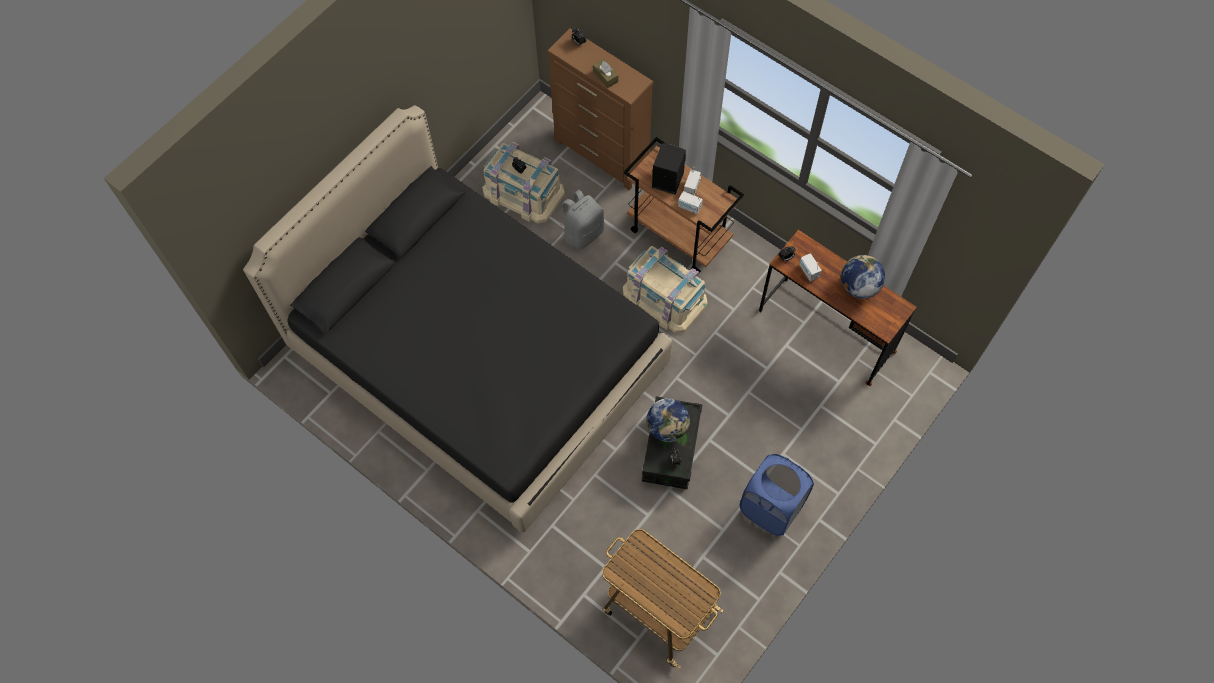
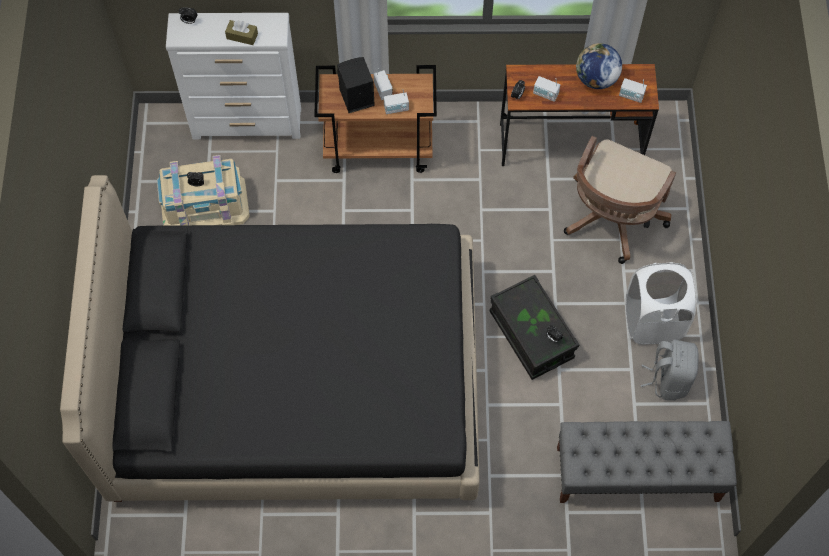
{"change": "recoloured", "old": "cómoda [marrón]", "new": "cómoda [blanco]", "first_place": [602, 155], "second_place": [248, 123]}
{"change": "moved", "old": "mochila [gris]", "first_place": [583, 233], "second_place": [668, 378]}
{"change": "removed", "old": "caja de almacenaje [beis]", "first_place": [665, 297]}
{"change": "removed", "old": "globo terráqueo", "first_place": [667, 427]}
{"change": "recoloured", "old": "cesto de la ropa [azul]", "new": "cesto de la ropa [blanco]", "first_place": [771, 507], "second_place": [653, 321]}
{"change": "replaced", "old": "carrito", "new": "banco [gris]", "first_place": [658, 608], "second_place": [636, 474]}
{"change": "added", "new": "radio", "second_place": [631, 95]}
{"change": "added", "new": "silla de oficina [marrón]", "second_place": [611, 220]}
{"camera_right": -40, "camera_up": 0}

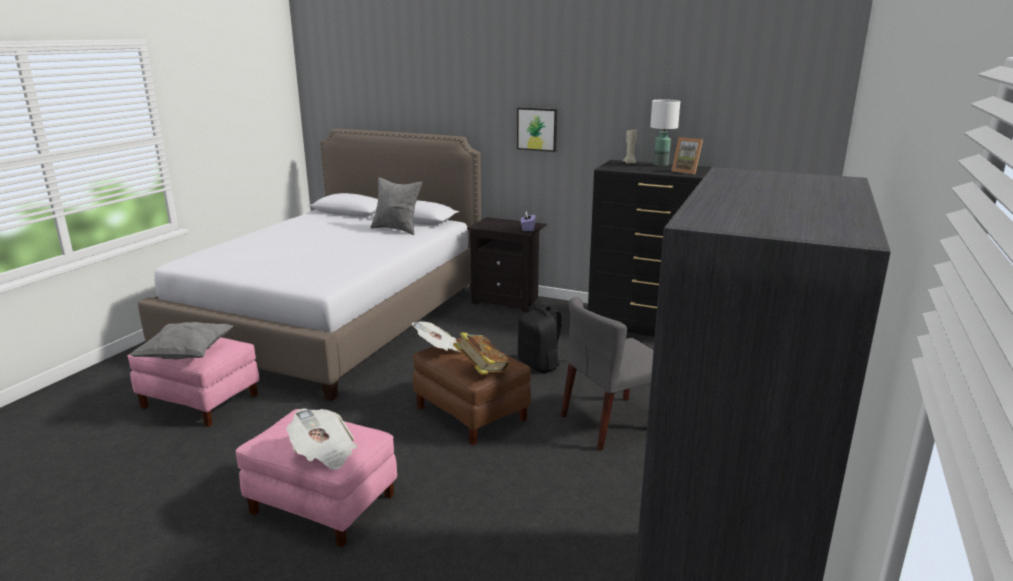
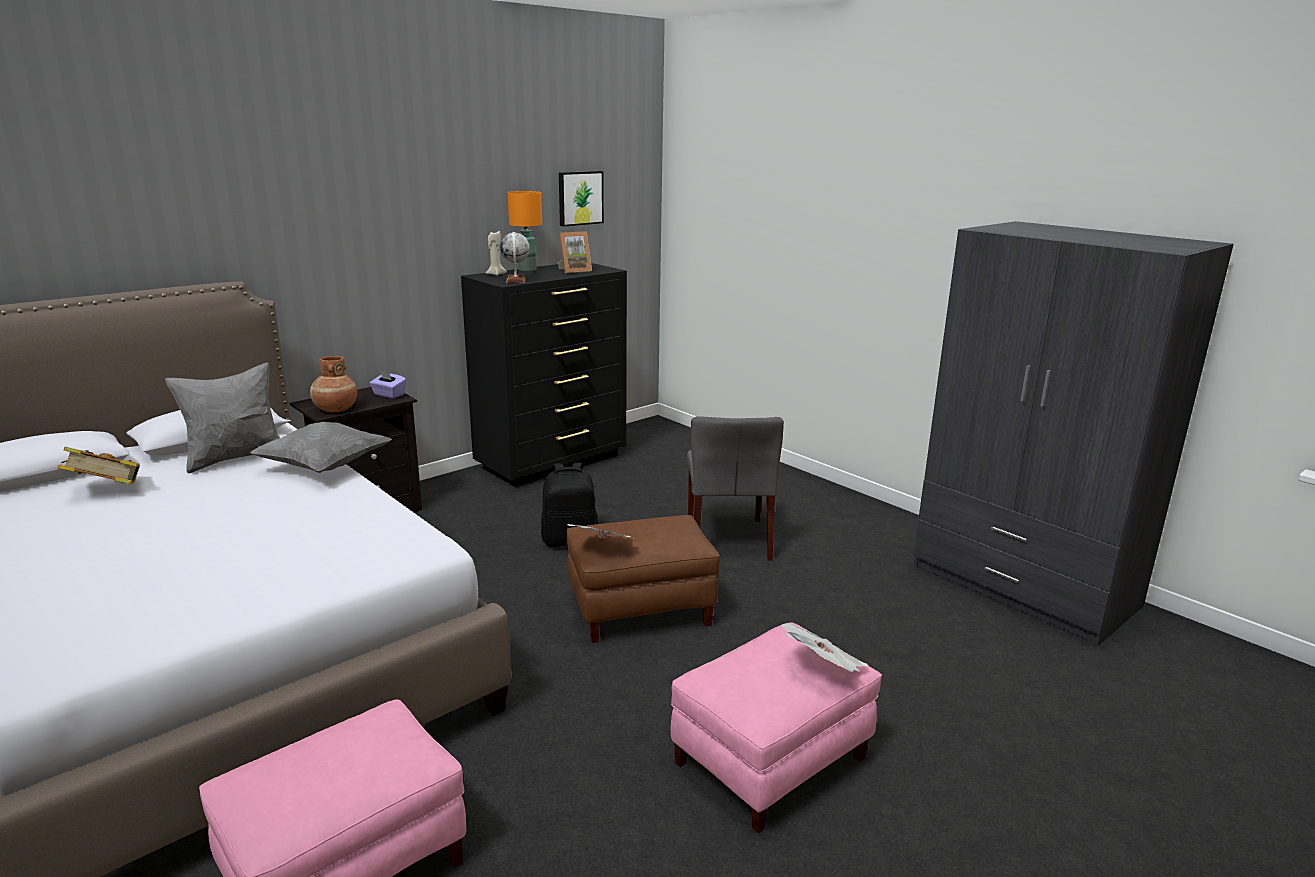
{"change": "recoloured", "old": "lámpara de mesa [blanco]", "new": "lámpara de mesa [naranja]", "first_place": [660, 165], "second_place": [526, 270]}
{"change": "moved", "old": "cuadro", "first_place": [537, 129], "second_place": [580, 198]}
{"change": "moved", "old": "cojín [gris]", "first_place": [186, 355], "second_place": [324, 467]}
{"change": "moved", "old": "libro", "first_place": [481, 371], "second_place": [106, 492]}
{"change": "added", "new": "globo terráqueo", "second_place": [515, 280]}
{"change": "added", "new": "florero [marrón]", "second_place": [335, 409]}
{"camera_right": -65, "camera_up": 0}

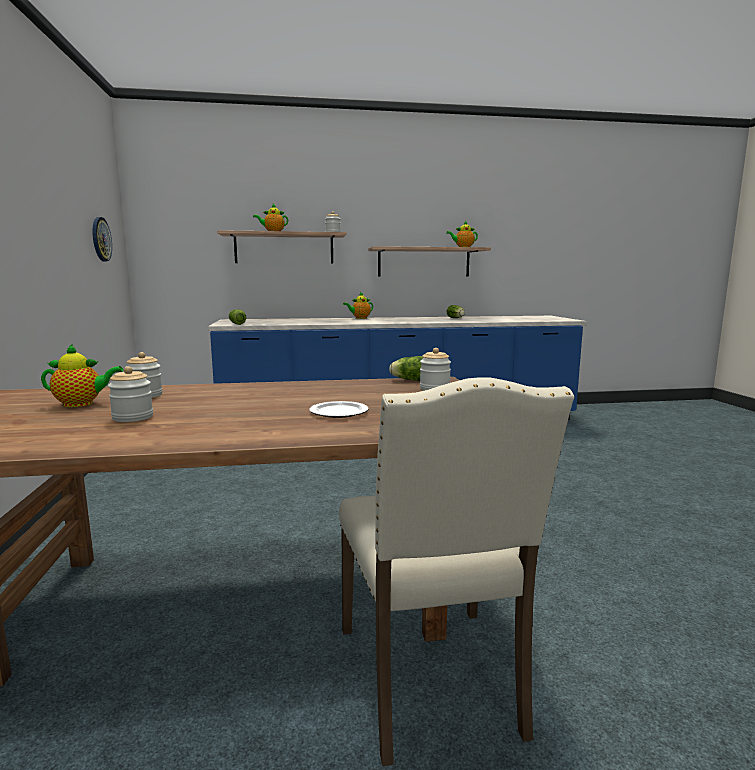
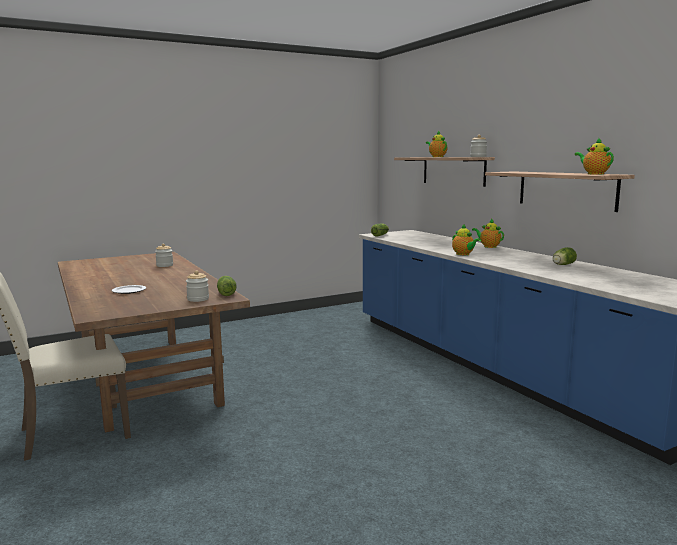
{"change": "removed", "old": "reloj de pared", "first_place": [101, 239]}
{"change": "moved", "old": "tetera", "first_place": [82, 404], "second_place": [464, 254]}
{"change": "removed", "old": "tarro", "first_place": [133, 417]}
{"camera_right": 70, "camera_up": 0}

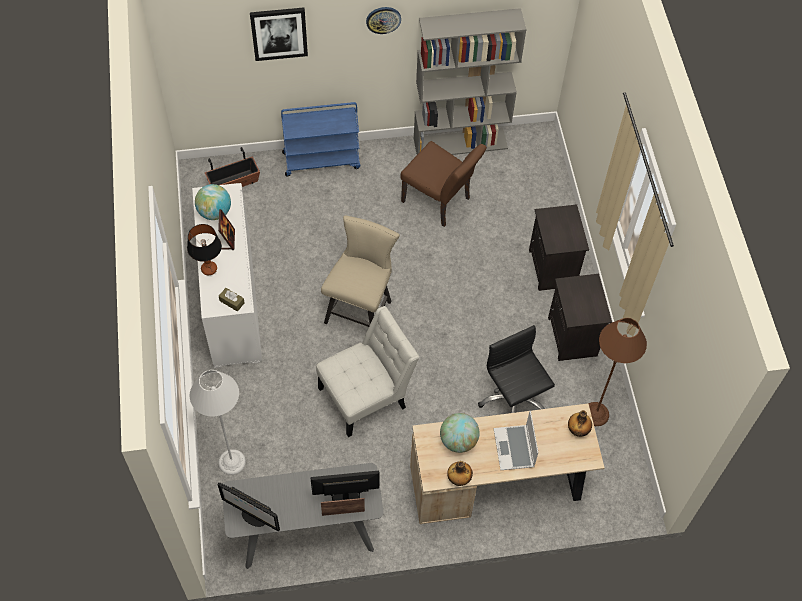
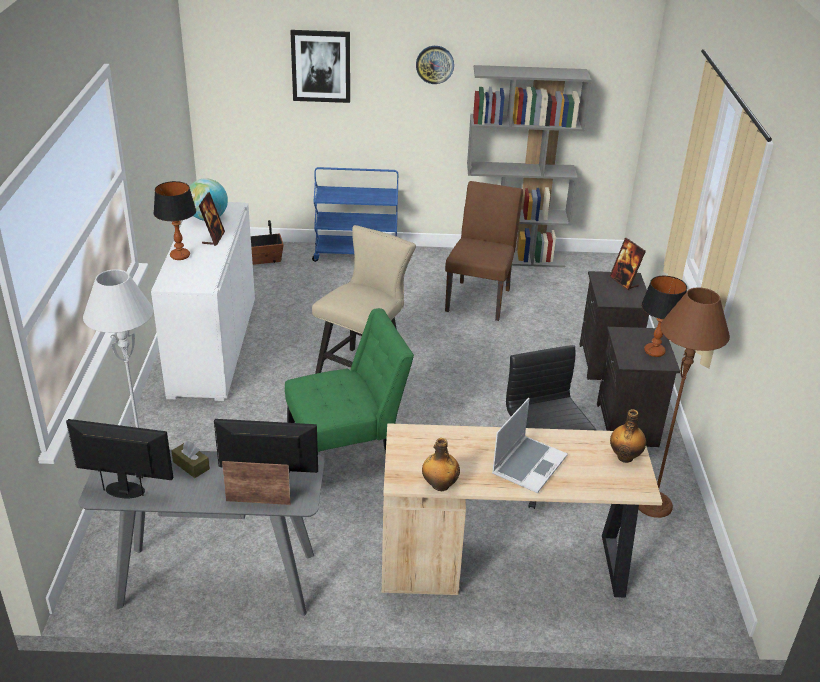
{"change": "turned", "old": "silla [marrón]", "first_place": [440, 202], "second_place": [480, 297], "degrees": -120}
{"change": "moved", "old": "caja de pañuelos [marrón]", "first_place": [232, 302], "second_place": [191, 465]}
{"change": "recoloured", "old": "silla [blanco]", "new": "silla [verde]", "first_place": [366, 395], "second_place": [347, 447]}
{"change": "turned", "old": "portátil", "first_place": [514, 449], "second_place": [528, 464], "degrees": -150}
{"change": "removed", "old": "globo terráqueo", "first_place": [458, 440]}
{"change": "turned", "old": "monitor", "first_place": [253, 517], "second_place": [126, 490], "degrees": 150}
{"change": "added", "new": "portarretratos", "second_place": [624, 282]}
{"change": "added", "new": "lámpara de mesa", "second_place": [654, 352]}
{"camera_right": 10, "camera_up": -25}

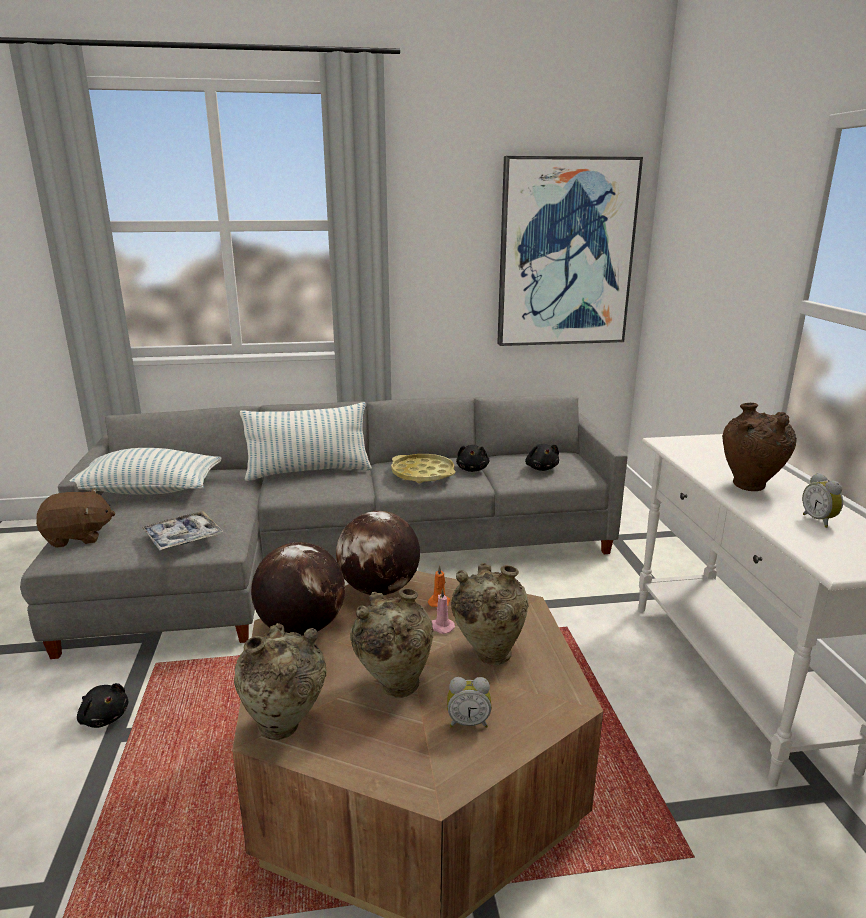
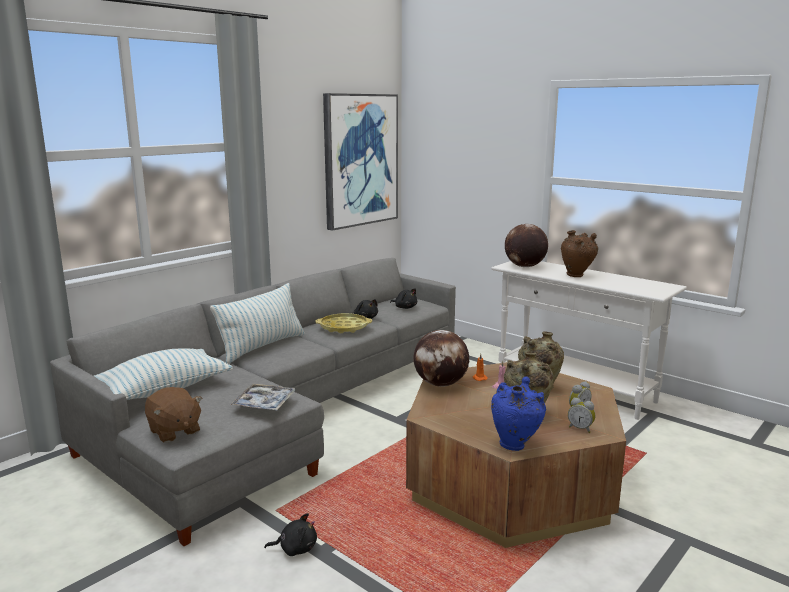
{"change": "moved", "old": "despertador", "first_place": [819, 520], "second_place": [580, 428]}
{"change": "turned", "old": "peluche [marrón]", "first_place": [78, 537], "second_place": [174, 431], "degrees": 105}
{"change": "moved", "old": "globo terráqueo", "first_place": [301, 628], "second_place": [524, 266]}
{"change": "recoloured", "old": "florero [beis]", "new": "florero [azul]", "first_place": [285, 728], "second_place": [515, 445]}
{"camera_right": -40, "camera_up": -5}

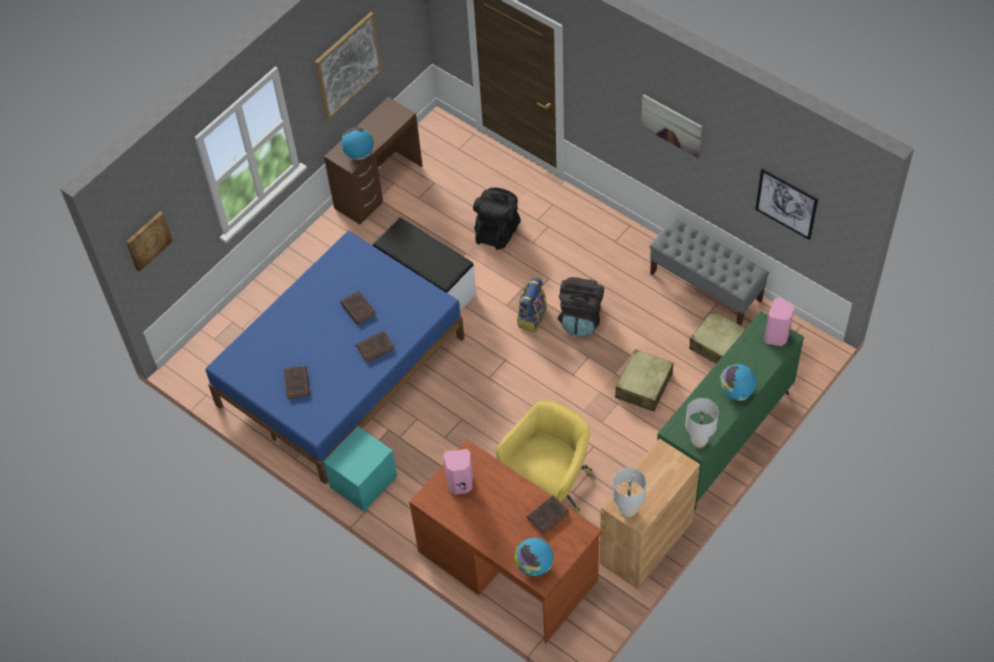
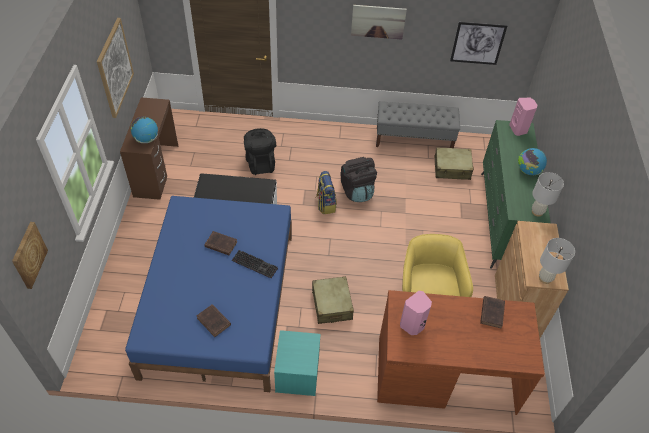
{"change": "replaced", "old": "libro [marrón]", "new": "teclado", "first_place": [376, 347], "second_place": [256, 264]}
{"change": "moved", "old": "maleta [beis]", "first_place": [643, 386], "second_place": [331, 305]}
{"change": "removed", "old": "globo terráqueo", "first_place": [534, 565]}
{"camera_right": -40, "camera_up": -5}

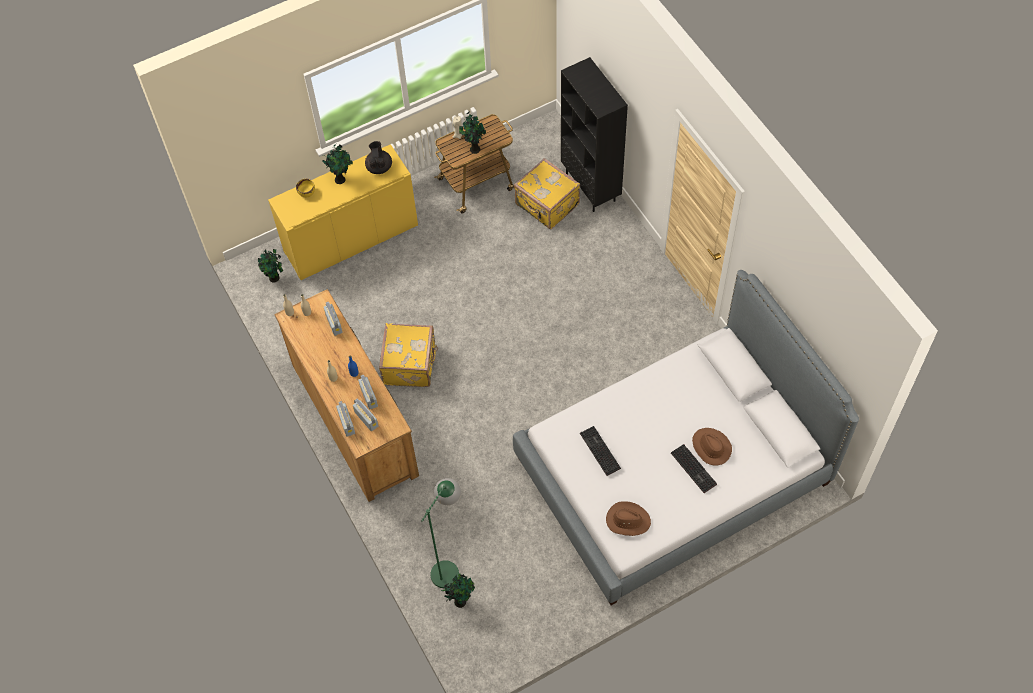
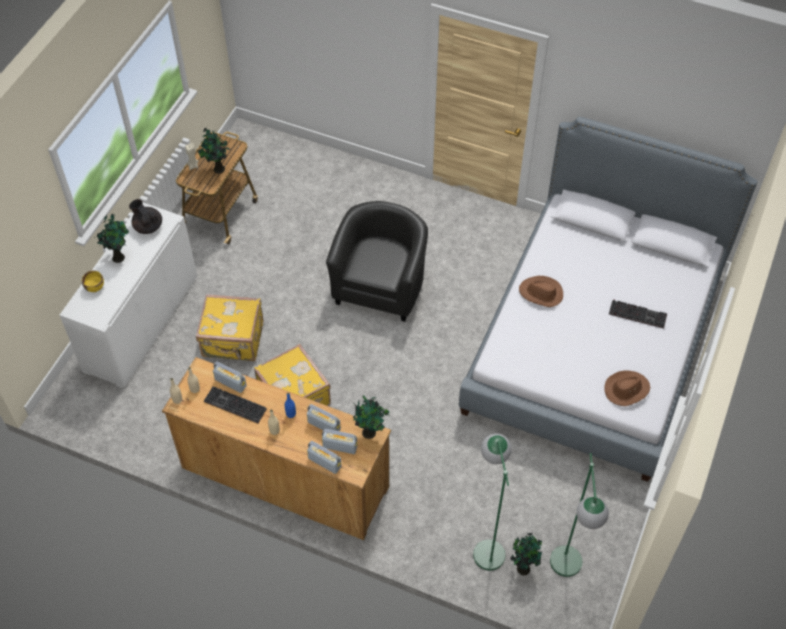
{"change": "removed", "old": "estantería [negro]", "first_place": [591, 187]}
{"change": "recoloured", "old": "armario [amarillo]", "new": "armario [blanco]", "first_place": [351, 238], "second_place": [141, 323]}
{"change": "moved", "old": "maleta [amarillo]", "first_place": [546, 205], "second_place": [233, 341]}
{"change": "moved", "old": "planta en maceta", "first_place": [275, 278], "second_place": [370, 432]}
{"change": "moved", "old": "teclado", "first_place": [598, 450], "second_place": [233, 406]}
{"change": "moved", "old": "sombrero [marrón]", "first_place": [711, 447], "second_place": [541, 293]}
{"change": "added", "new": "sillón [negro]", "second_place": [381, 286]}
{"change": "added", "new": "lámpara de pie [verde]", "second_place": [567, 572]}
{"camera_right": -40, "camera_up": -5}

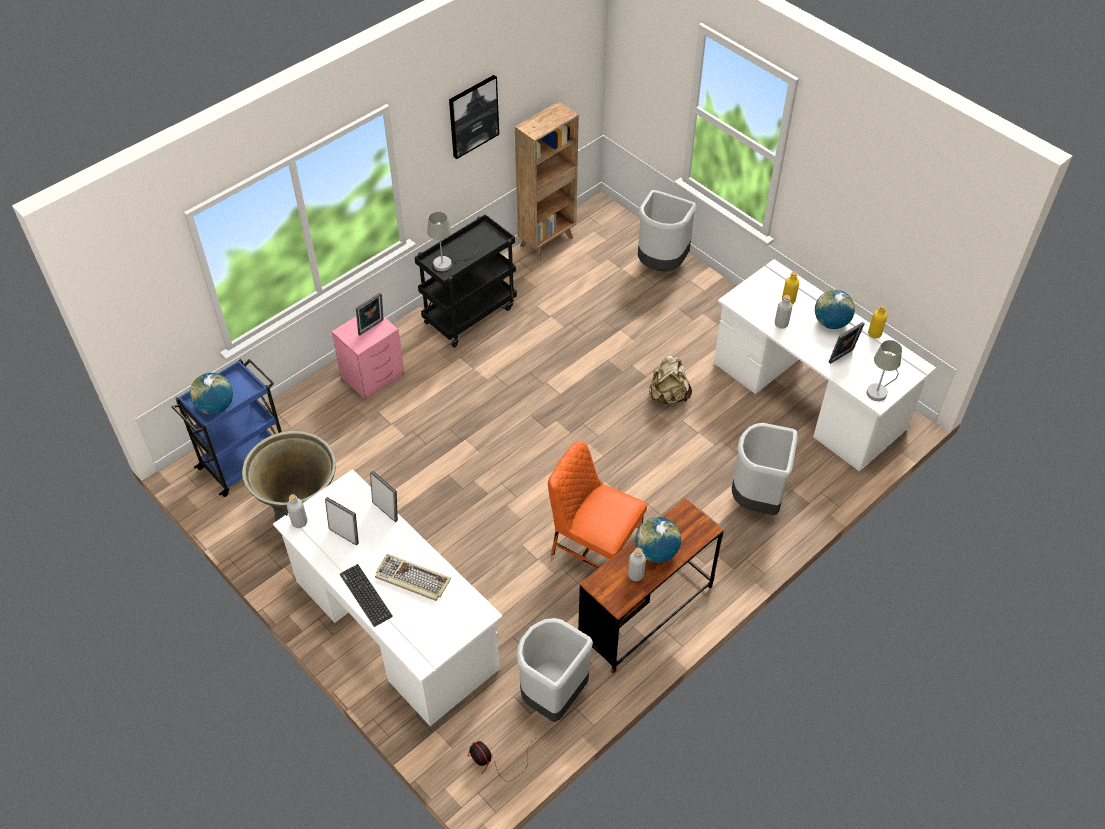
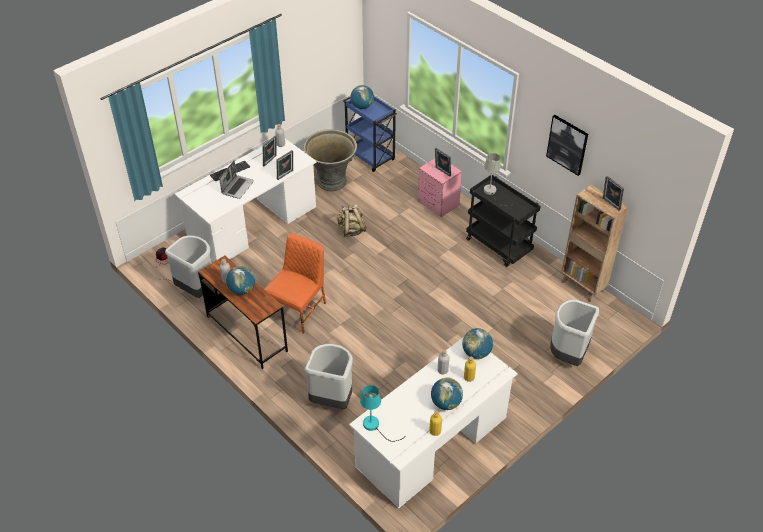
{"change": "moved", "old": "portarretratos", "first_place": [842, 357], "second_place": [610, 204]}
{"change": "recoloured", "old": "lámpara de mesa [gris]", "new": "lámpara de mesa [turquesa]", "first_place": [879, 389], "second_place": [375, 426]}
{"change": "moved", "old": "mochila [beis]", "first_place": [668, 395], "second_place": [351, 230]}
{"change": "replaced", "old": "teclado", "new": "portátil", "first_place": [411, 579], "second_place": [237, 187]}
{"change": "added", "new": "globo terráqueo", "second_place": [476, 353]}
{"camera_right": 90, "camera_up": -5}

